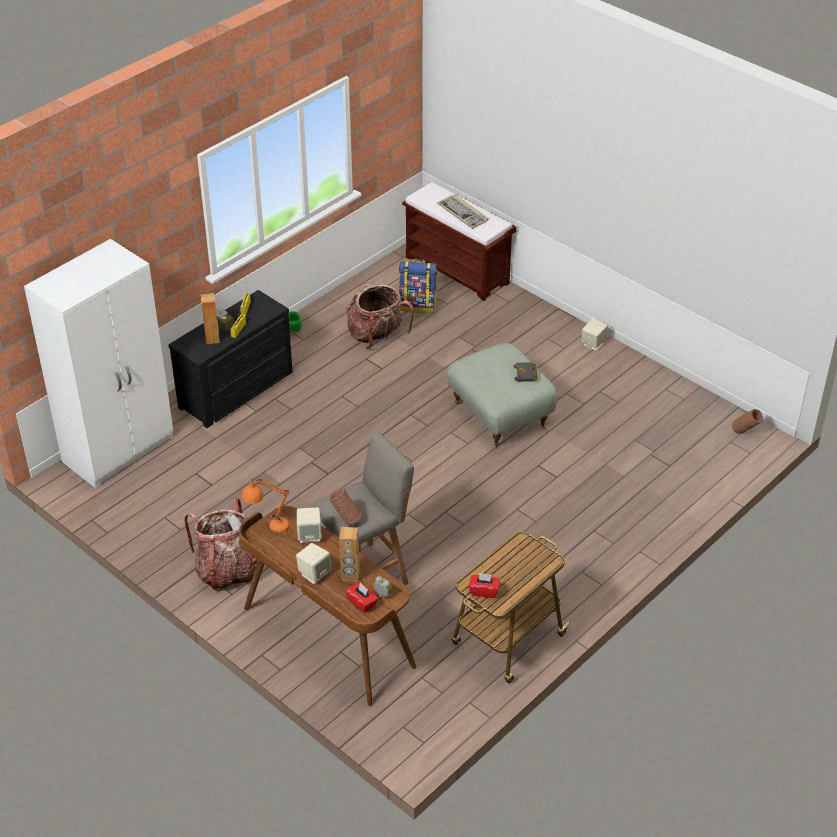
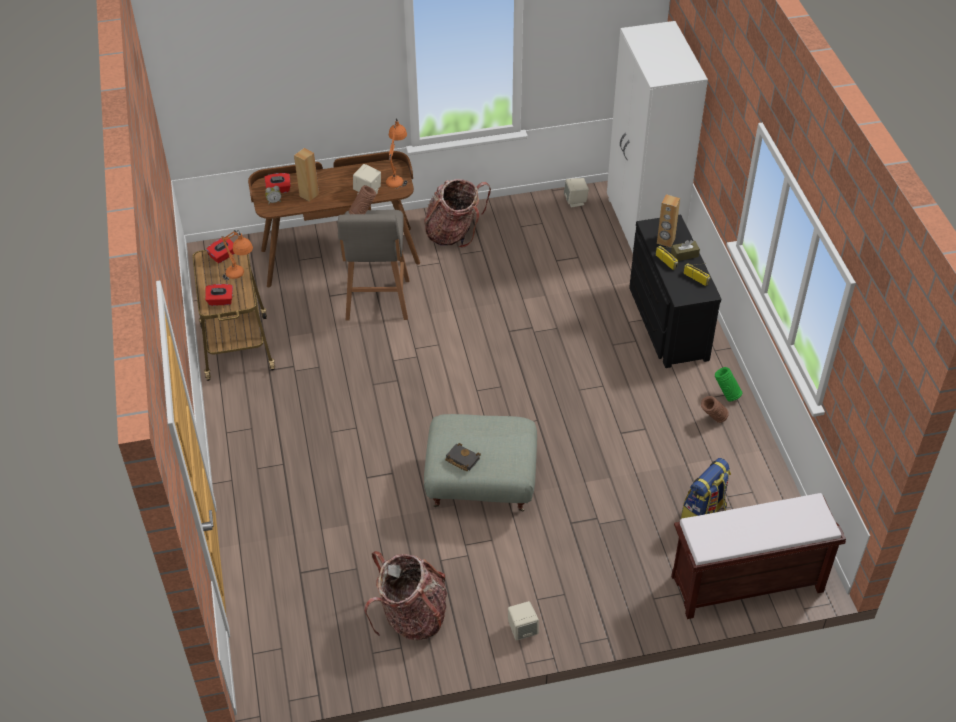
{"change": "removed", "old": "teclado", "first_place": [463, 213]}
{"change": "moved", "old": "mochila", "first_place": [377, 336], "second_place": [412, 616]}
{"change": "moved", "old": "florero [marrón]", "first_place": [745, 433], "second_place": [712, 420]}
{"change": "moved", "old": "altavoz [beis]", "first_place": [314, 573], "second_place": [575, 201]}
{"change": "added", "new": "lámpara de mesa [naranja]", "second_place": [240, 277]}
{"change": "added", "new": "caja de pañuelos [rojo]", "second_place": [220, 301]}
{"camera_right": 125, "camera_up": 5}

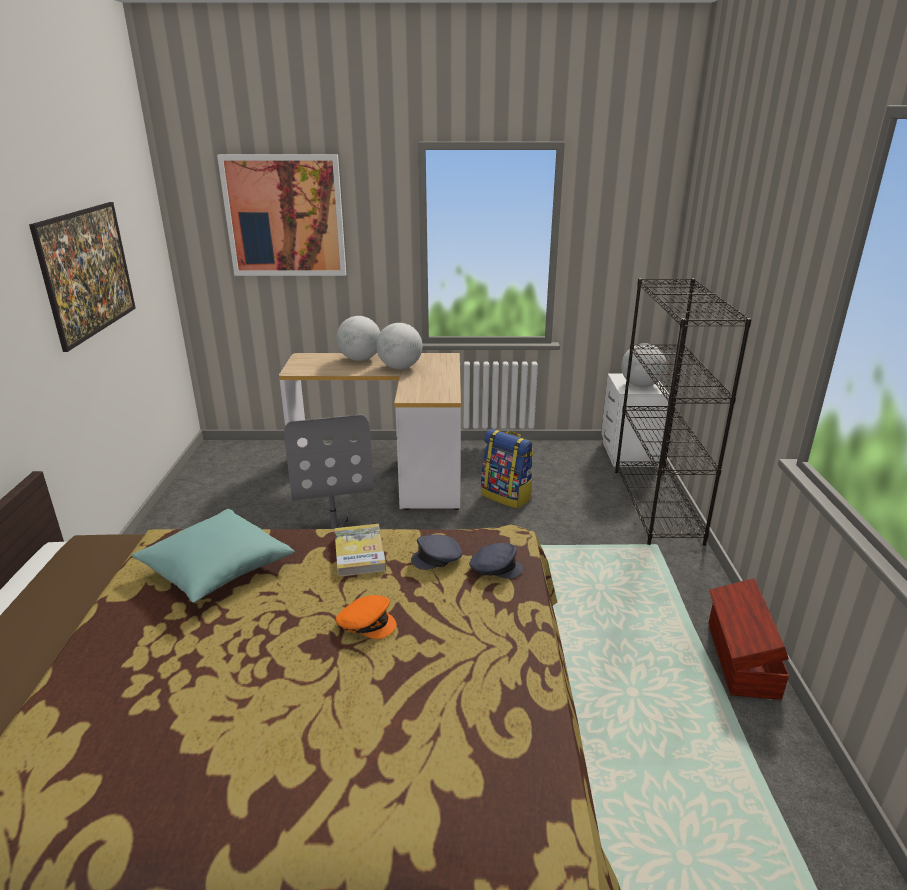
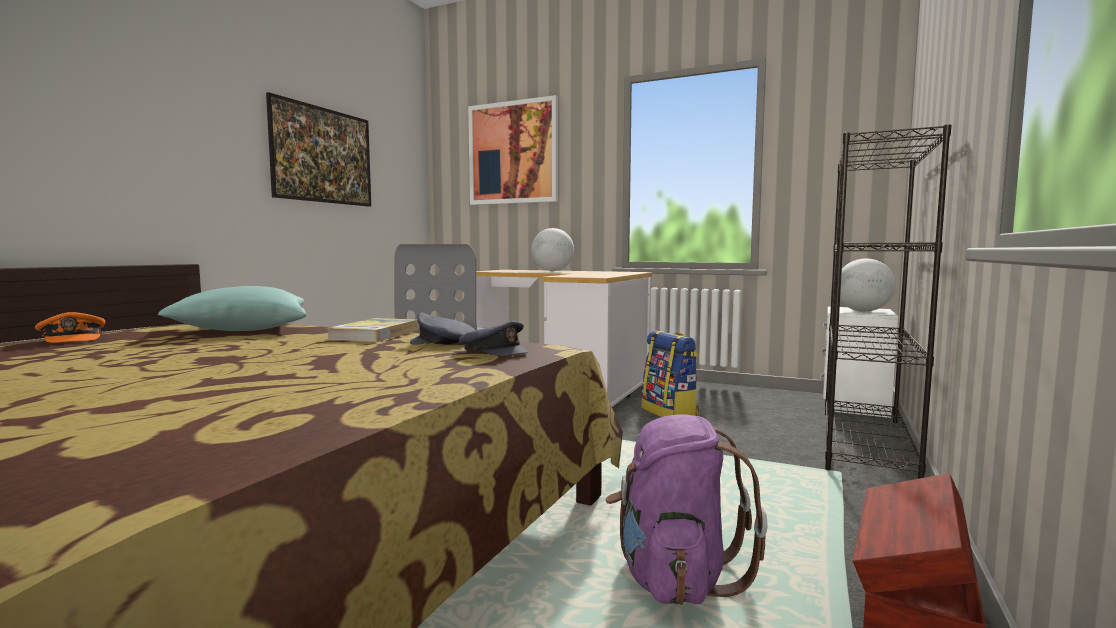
{"change": "removed", "old": "globo terráqueo", "first_place": [400, 367]}
{"change": "moved", "old": "gorra [naranja]", "first_place": [366, 623], "second_place": [73, 339]}
{"change": "added", "new": "mochila [morado]", "second_place": [674, 577]}
{"camera_right": 25, "camera_up": -20}

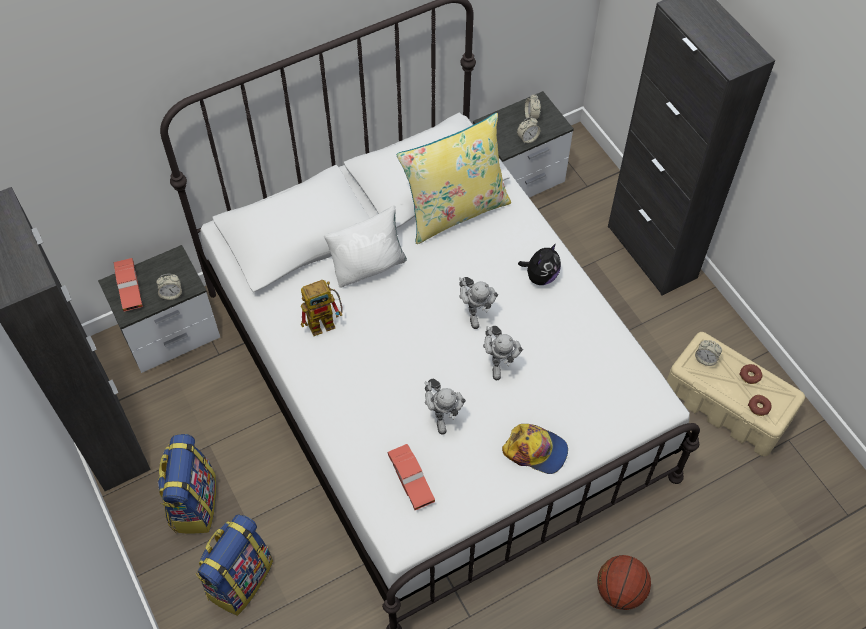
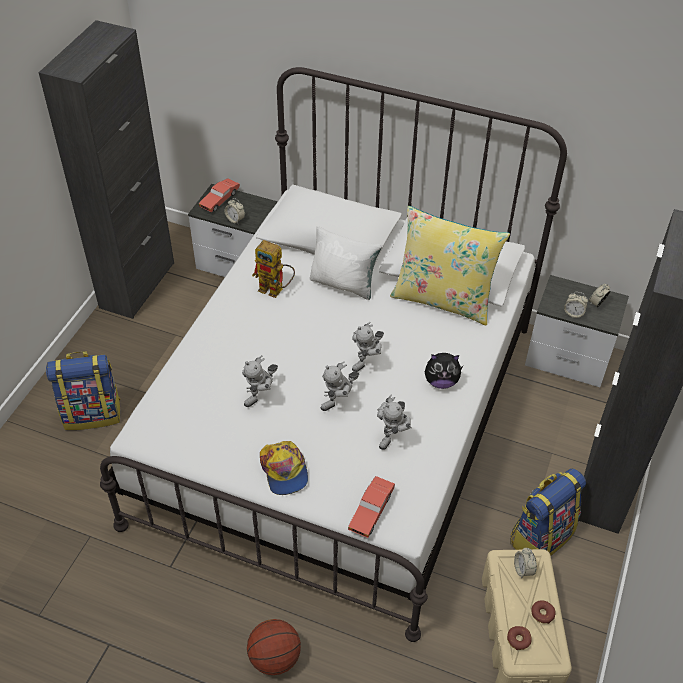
{"change": "moved", "old": "mochila", "first_place": [193, 503], "second_place": [541, 536]}
{"change": "moved", "old": "coche de juguete [rojo]", "first_place": [411, 480], "second_place": [371, 511]}
{"change": "added", "new": "robot de juguete", "second_place": [393, 436]}
{"camera_right": 50, "camera_up": -10}

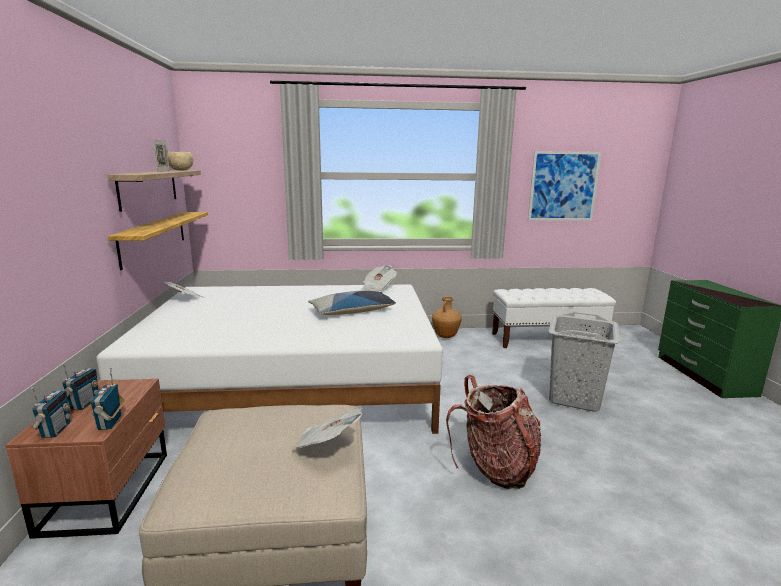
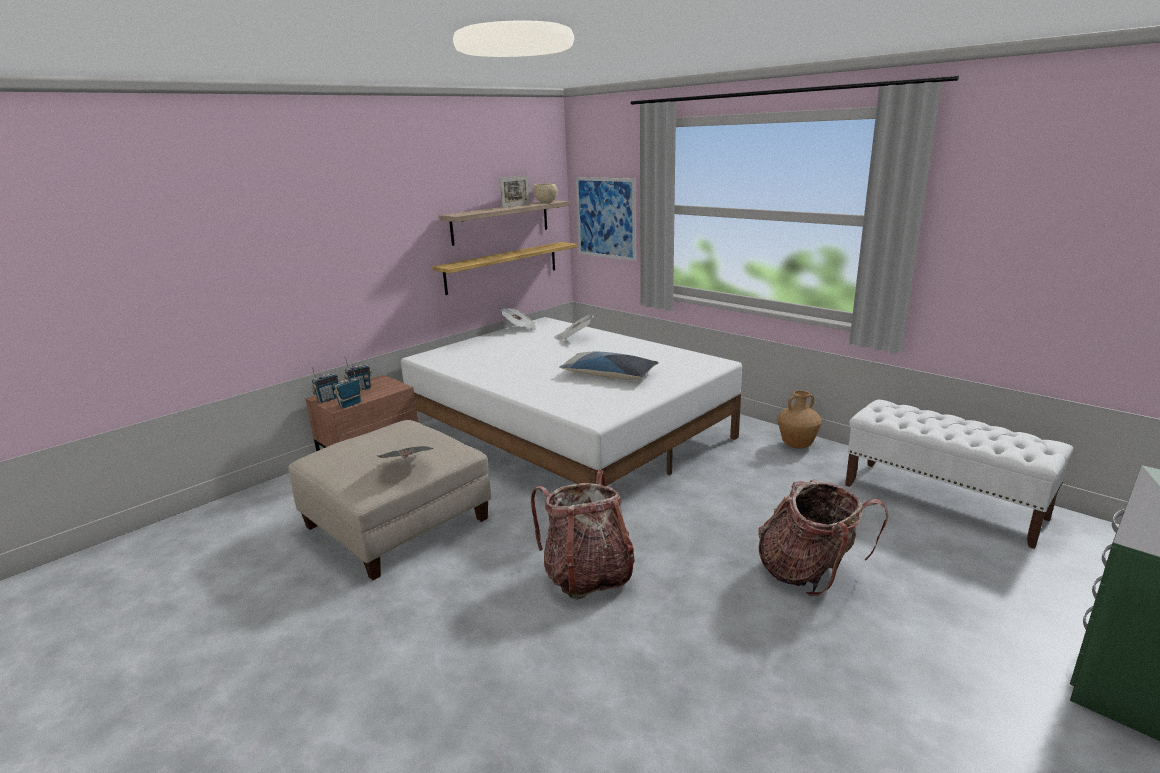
{"change": "moved", "old": "cuadro", "first_place": [563, 186], "second_place": [606, 218]}
{"change": "moved", "old": "periódico", "first_place": [377, 288], "second_place": [573, 338]}
{"change": "replaced", "old": "cesto de la ropa [gris]", "new": "mochila", "first_place": [575, 397], "second_place": [809, 573]}
{"camera_right": 50, "camera_up": 5}

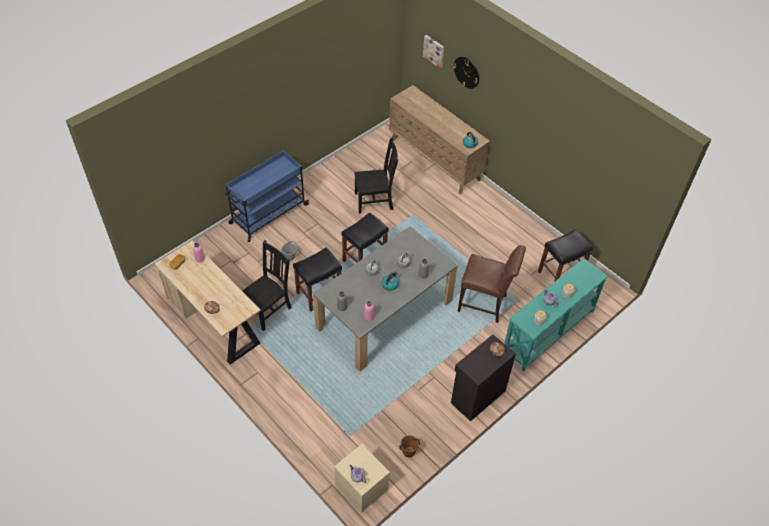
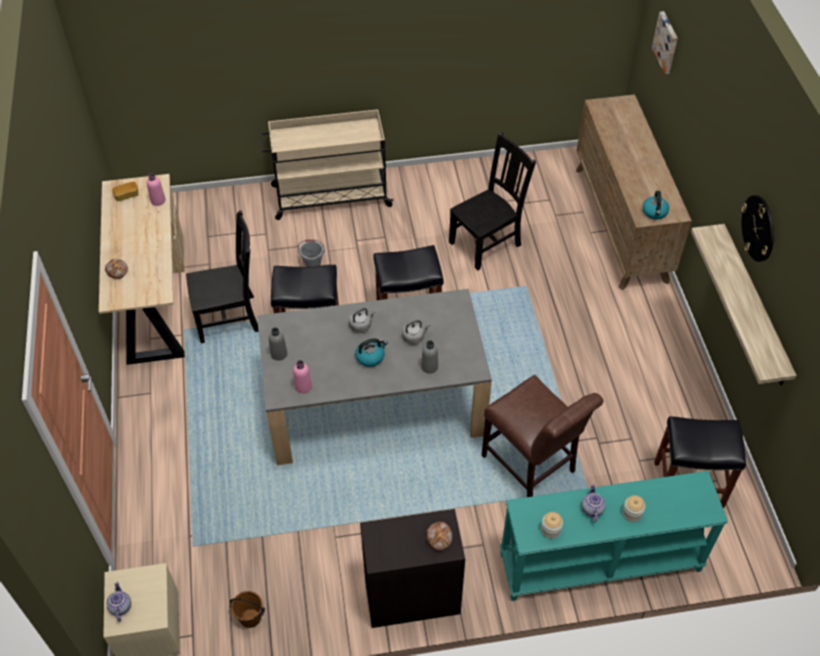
{"change": "moved", "old": "reloj de pared", "first_place": [466, 72], "second_place": [758, 228]}
{"change": "turned", "old": "silla [negro]", "first_place": [375, 201], "second_place": [487, 243], "degrees": -60}
{"change": "recoloured", "old": "carrito [azul]", "new": "carrito [beis]", "first_place": [268, 214], "second_place": [330, 196]}
{"change": "added", "new": "estante", "second_place": [754, 306]}
{"camera_right": 35, "camera_up": 0}

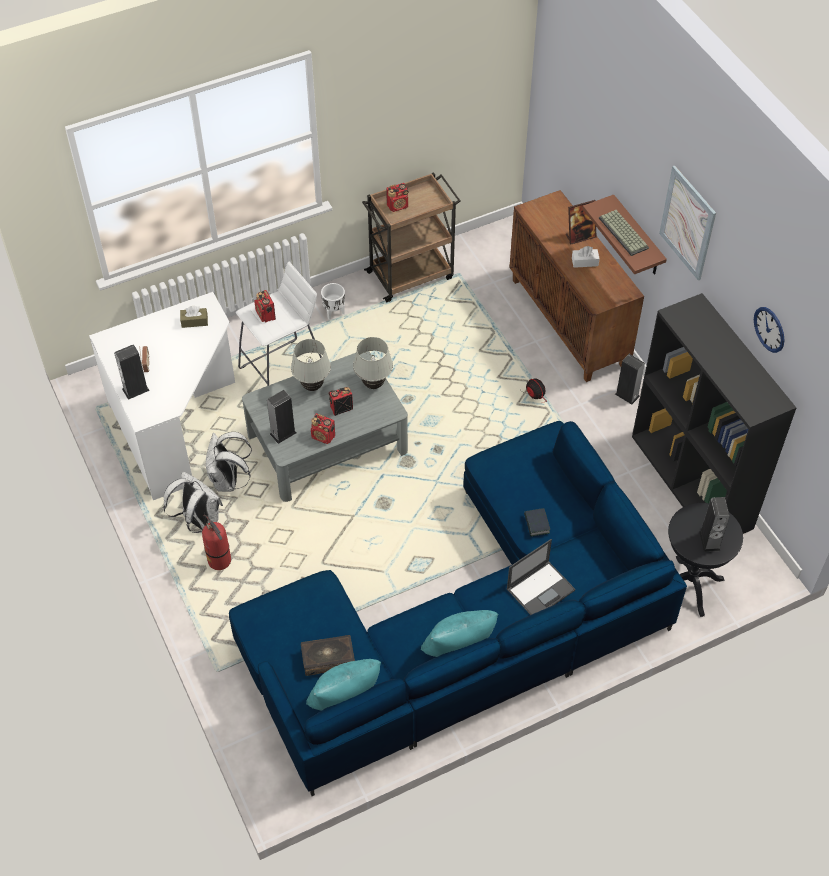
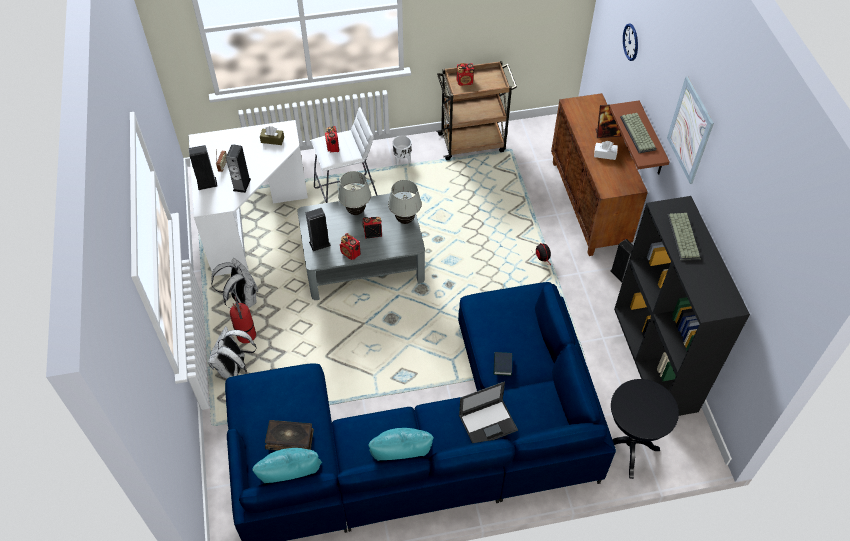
{"change": "moved", "old": "reloj de pared", "first_place": [769, 329], "second_place": [631, 42]}
{"change": "moved", "old": "mochila [blanco]", "first_place": [228, 481], "second_place": [234, 369]}
{"change": "moved", "old": "altavoz", "first_place": [709, 541], "second_place": [242, 184]}
{"change": "added", "new": "teclado", "second_place": [684, 237]}
{"camera_right": 15, "camera_up": 0}

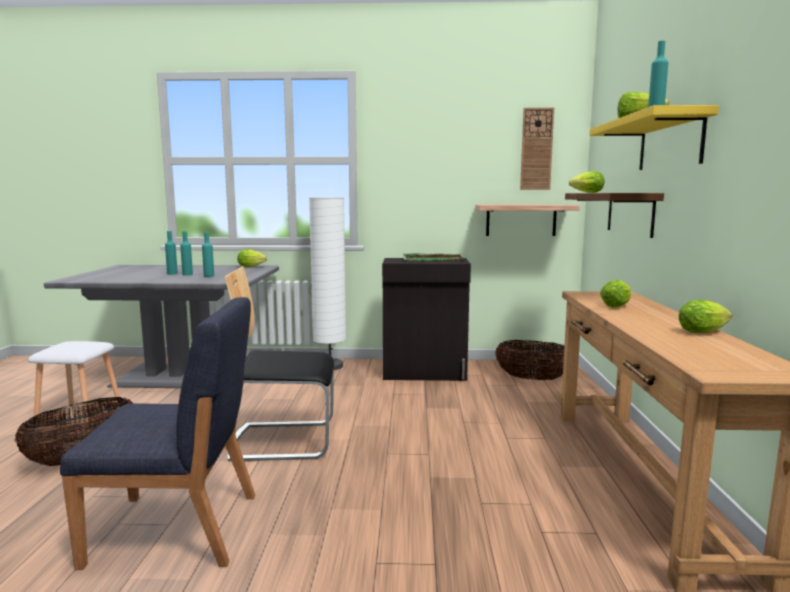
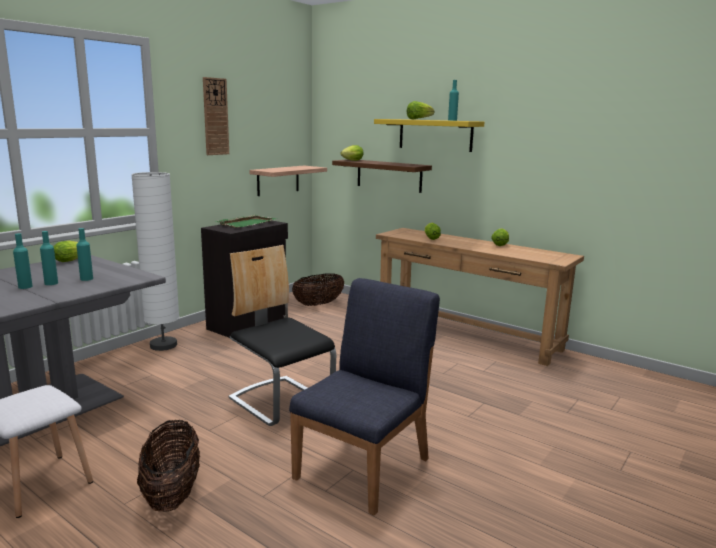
{"change": "moved", "old": "reloj de pared", "first_place": [536, 149], "second_place": [215, 116]}
{"change": "turned", "old": "silla", "first_place": [283, 440], "second_place": [281, 401], "degrees": 105}
{"camera_right": -55, "camera_up": 5}

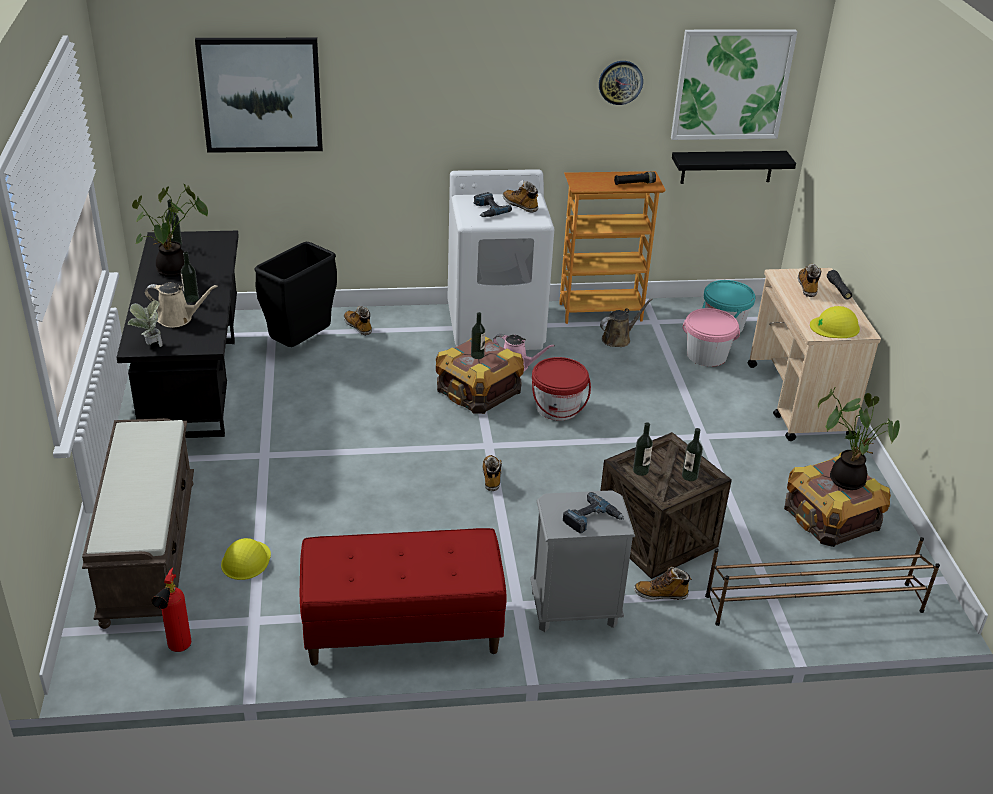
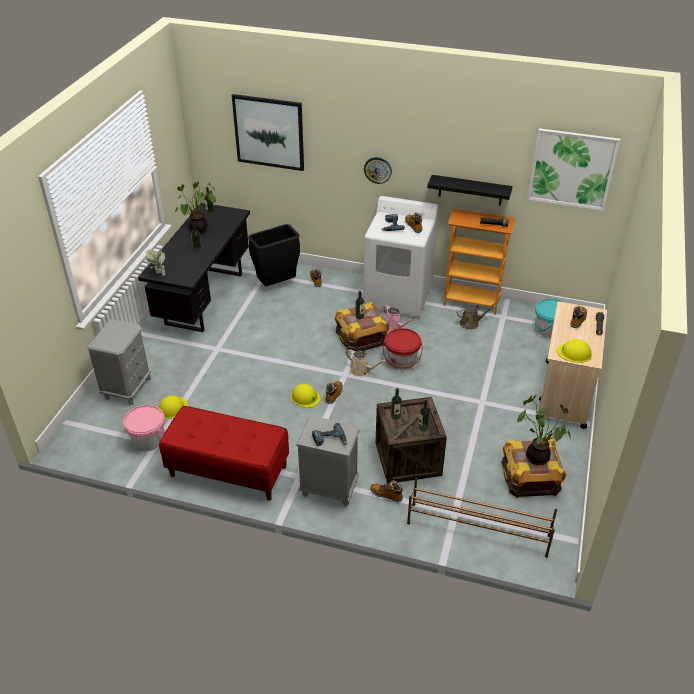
{"change": "moved", "old": "reloj de pared", "first_place": [620, 82], "second_place": [378, 170]}
{"change": "moved", "old": "estante [negro]", "first_place": [727, 167], "second_place": [470, 190]}
{"change": "moved", "old": "regadera [beis]", "first_place": [178, 318], "second_place": [361, 370]}
{"change": "moved", "old": "cubo [rosa]", "first_place": [706, 355], "second_place": [148, 440]}
{"change": "replaced", "old": "banco [marrón]", "new": "mesita de noche [gris]", "first_place": [148, 550], "second_place": [128, 388]}
{"change": "removed", "old": "extintor", "first_place": [177, 650]}
{"change": "added", "new": "casco [amarillo]", "second_place": [305, 397]}
{"camera_right": 25, "camera_up": 5}

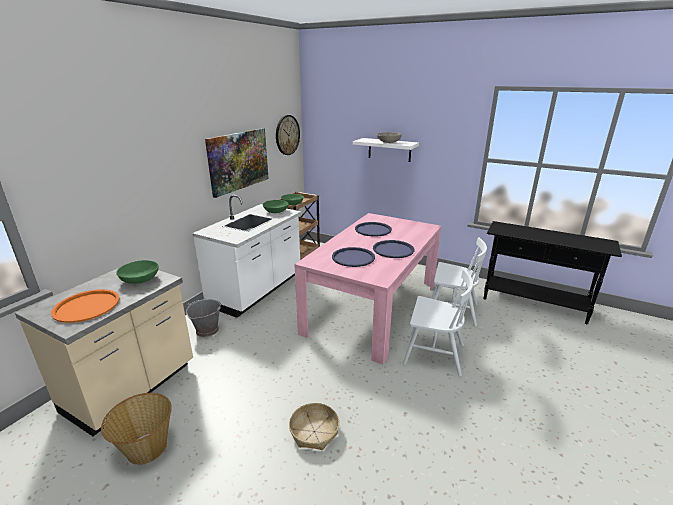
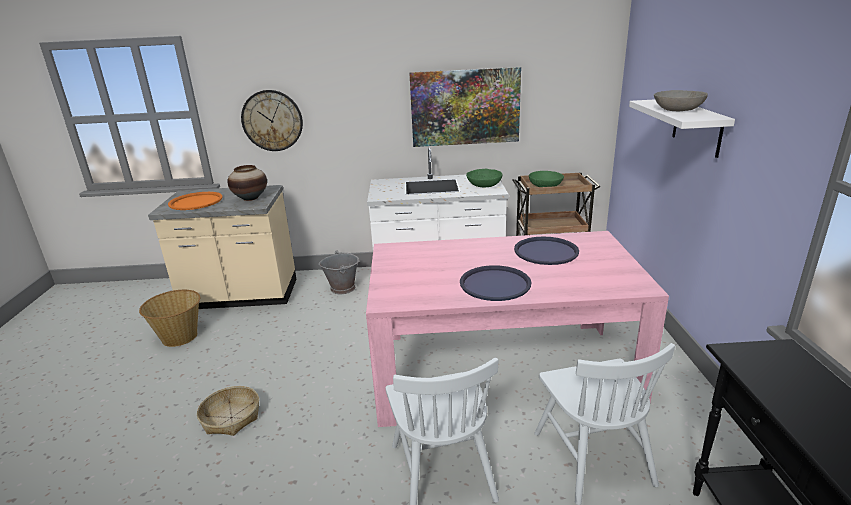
{"change": "moved", "old": "reloj de pared", "first_place": [287, 135], "second_place": [272, 120]}
{"change": "removed", "old": "bandeja [azul]", "first_place": [353, 257]}
{"change": "replaced", "old": "cuenco [verde]", "new": "florero", "first_place": [140, 279], "second_place": [250, 198]}
{"camera_right": 60, "camera_up": 0}

